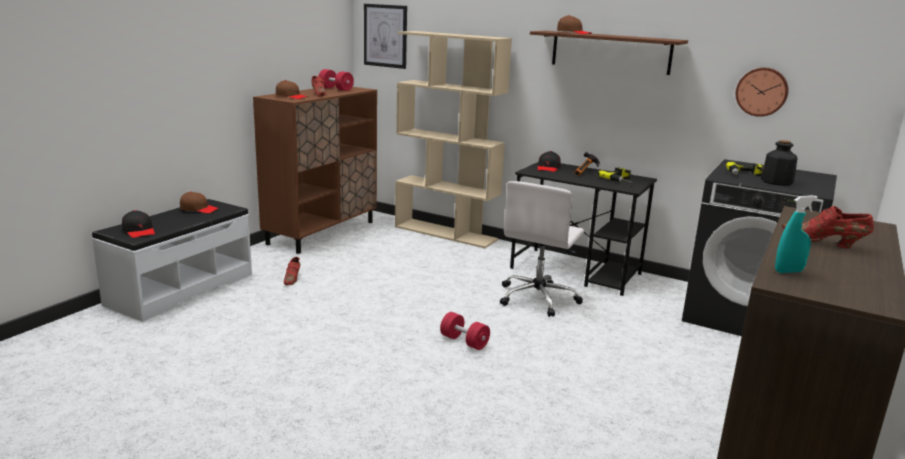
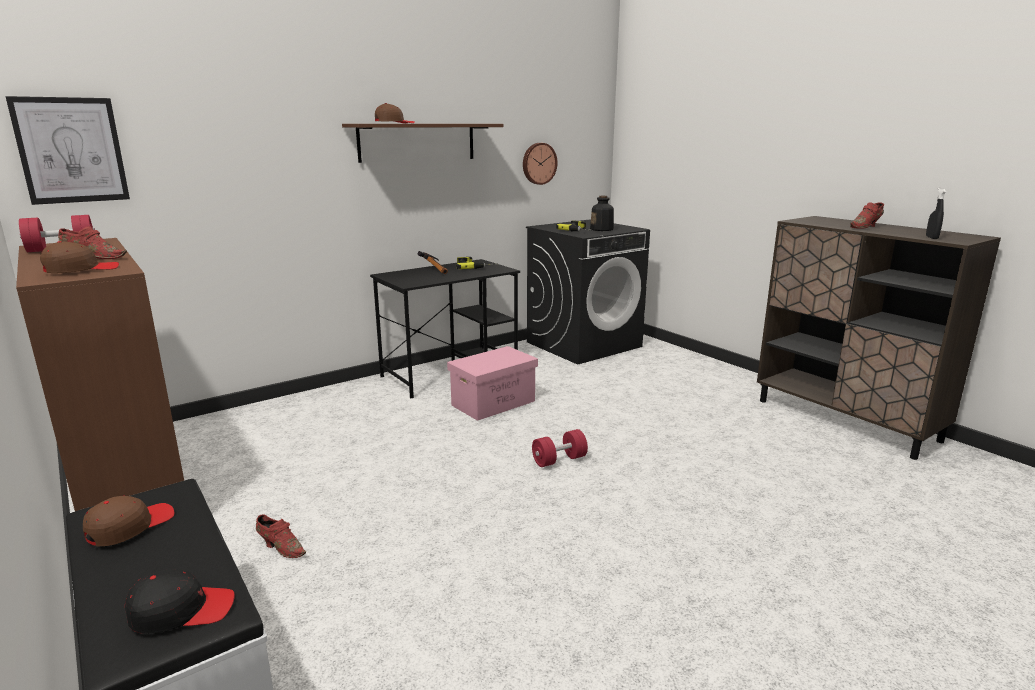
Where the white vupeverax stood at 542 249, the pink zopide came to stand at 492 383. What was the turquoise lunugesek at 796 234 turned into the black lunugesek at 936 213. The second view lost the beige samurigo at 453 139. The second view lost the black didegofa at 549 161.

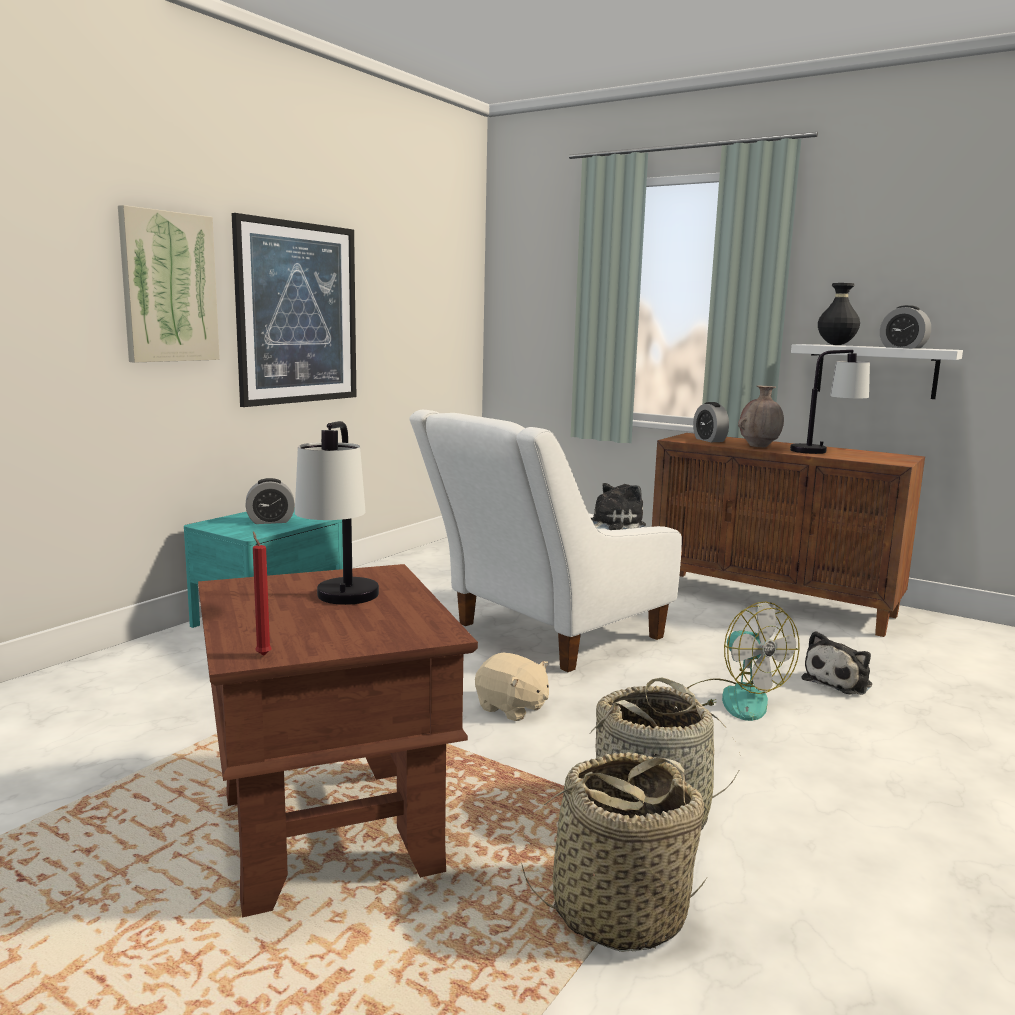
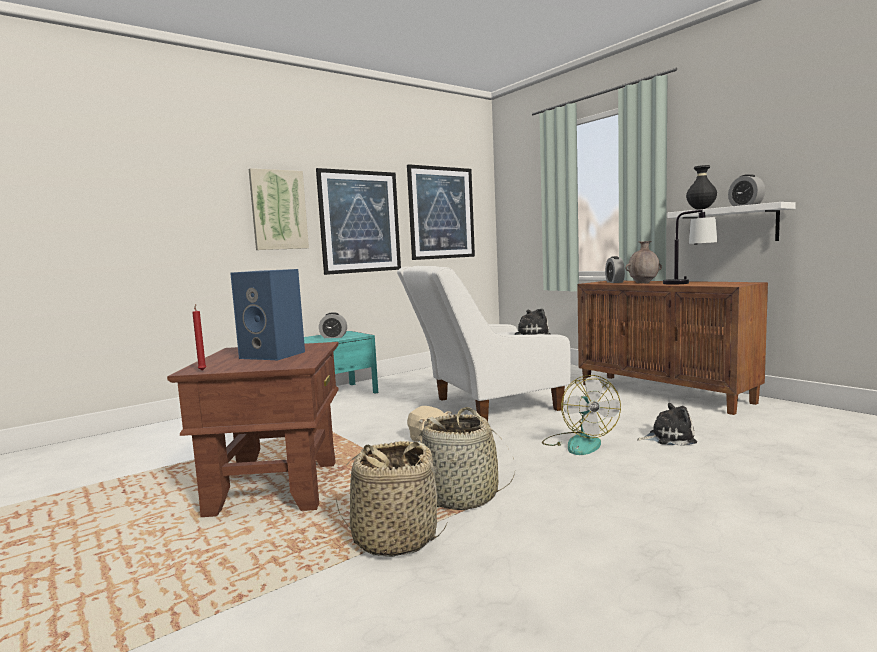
Where the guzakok stood at 337 513, the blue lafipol came to stand at 267 314. The second view gained the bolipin at 441 212. The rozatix at 837 663 ended up facing another way, 150 degrees counterclockwise from before.

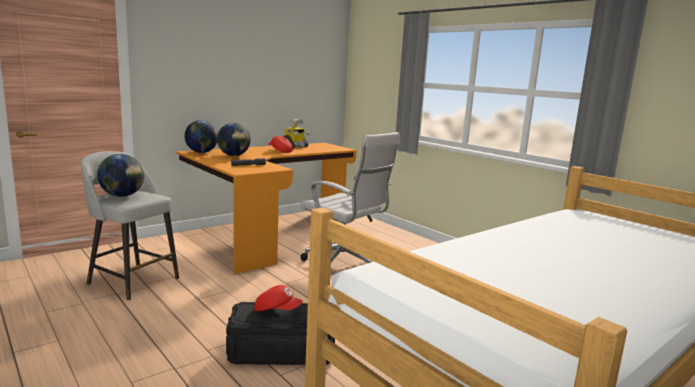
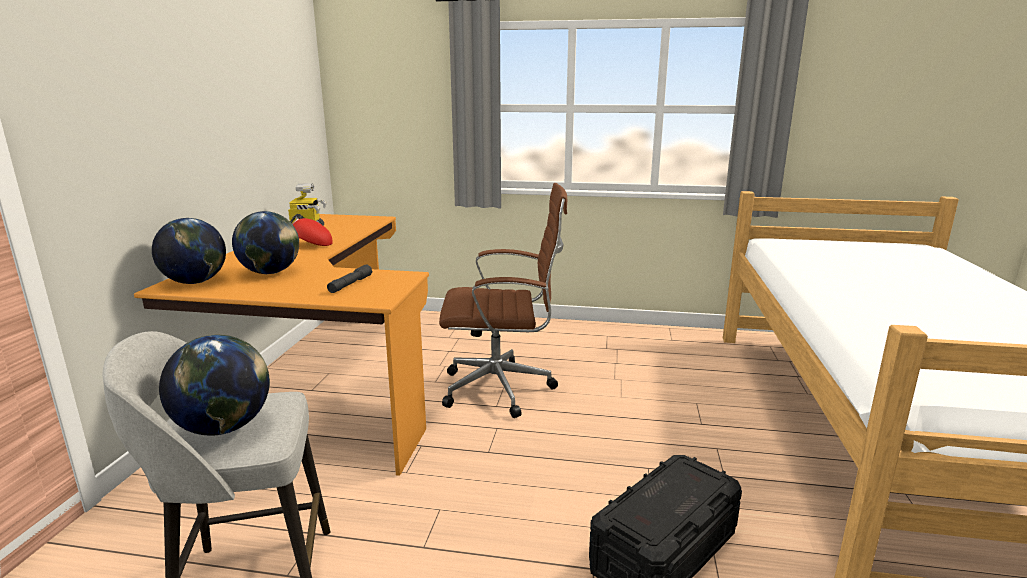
What was the white vupeverax at 350 197 turned into the brown vupeverax at 503 300. The second view lost the red didegofa at 278 298.

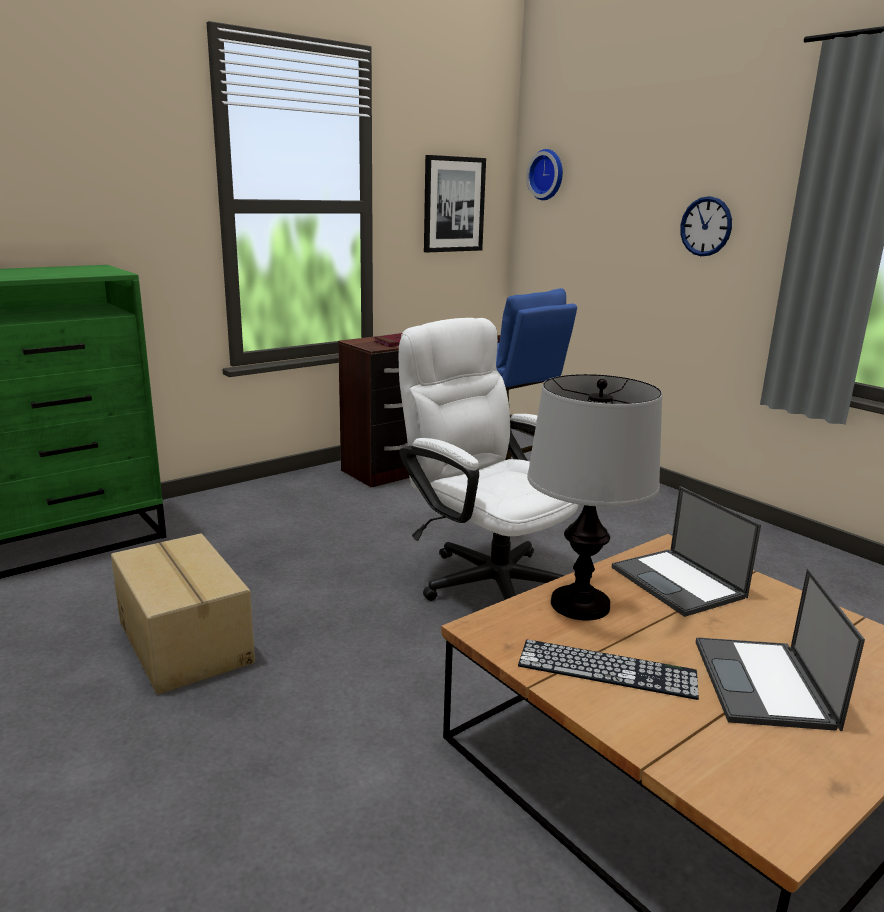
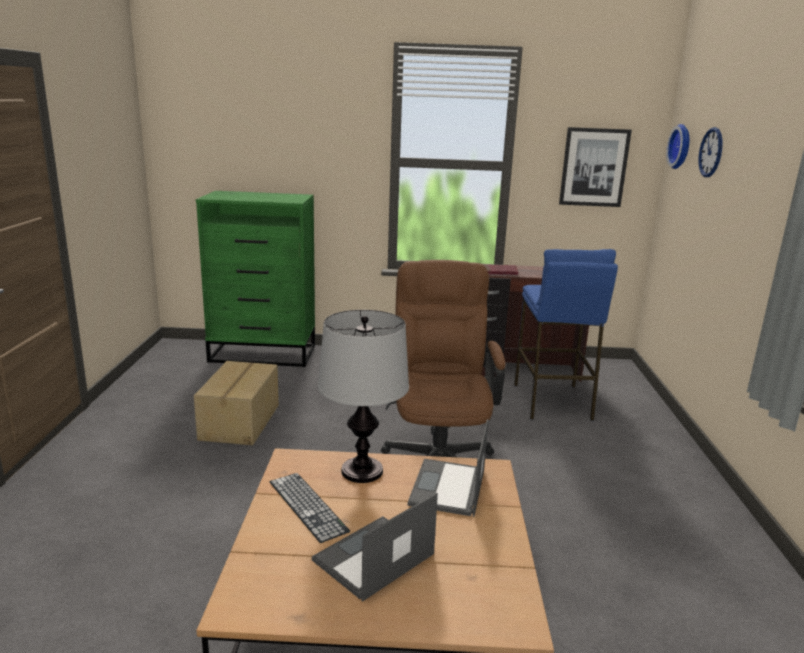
What was the white vupeverax at 489 459 turned into the brown vupeverax at 443 358. The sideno ended up elsewhere, having gone from 706 226 to 710 152.

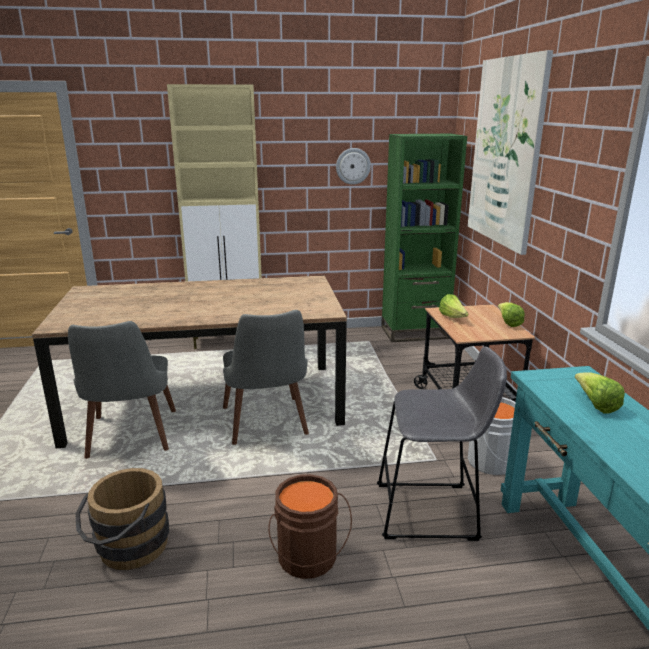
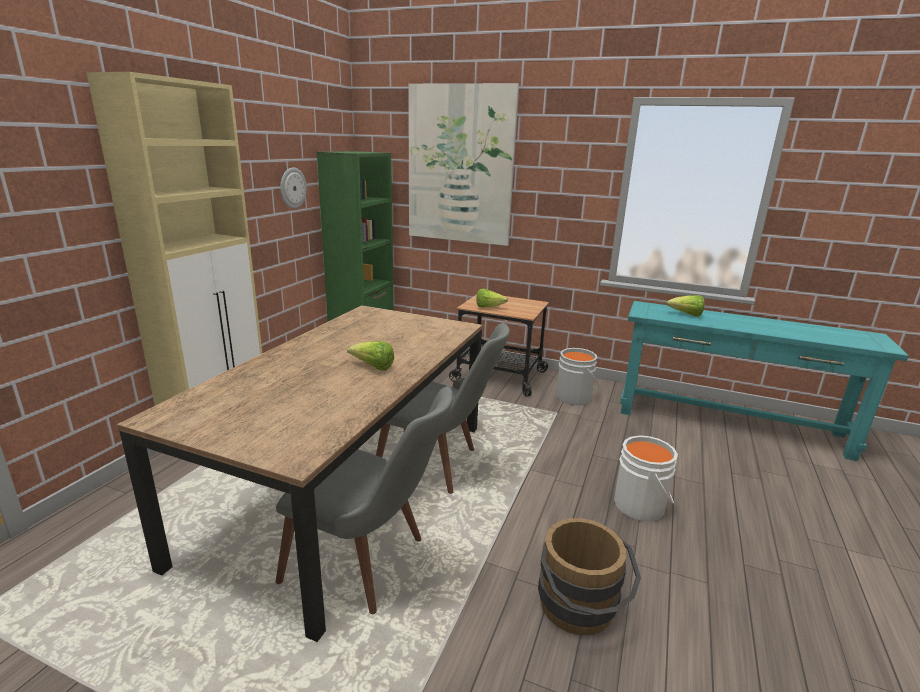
The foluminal ended up elsewhere, having gone from 511 314 to 370 356. What was the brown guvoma at 310 526 turned into the white guvoma at 646 478. The second view lost the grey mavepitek at 442 443.

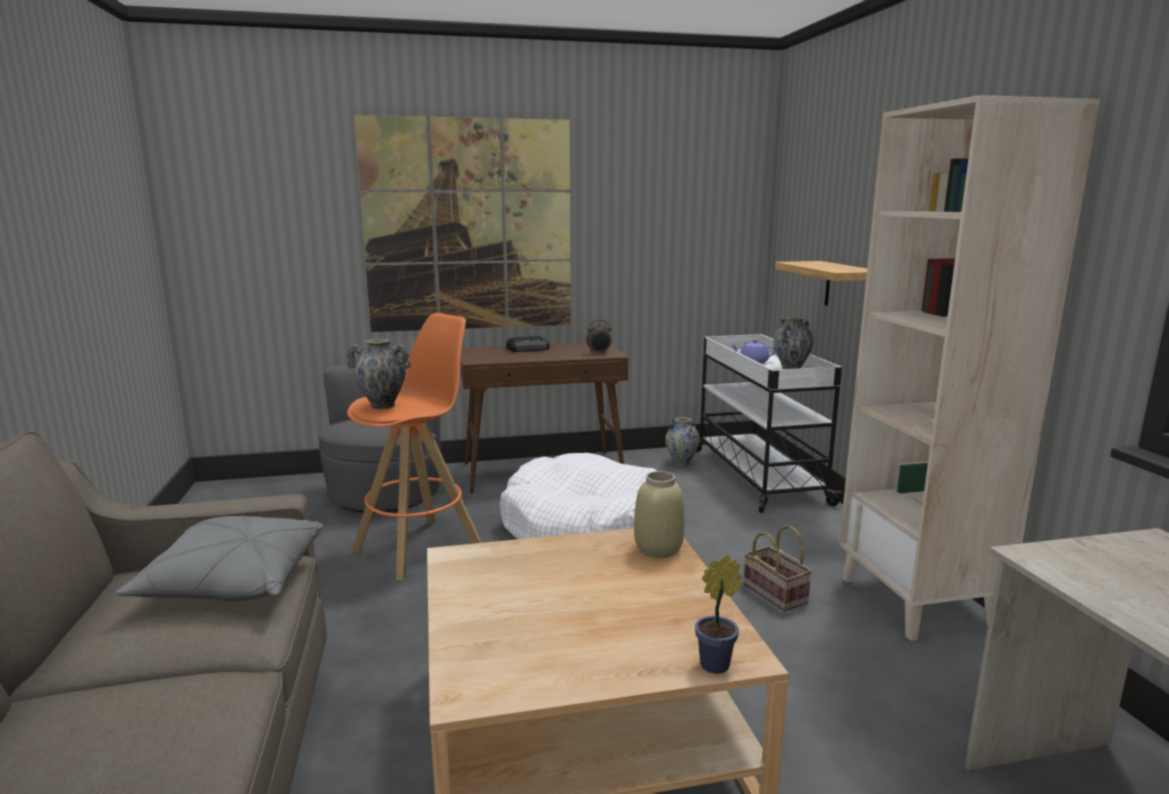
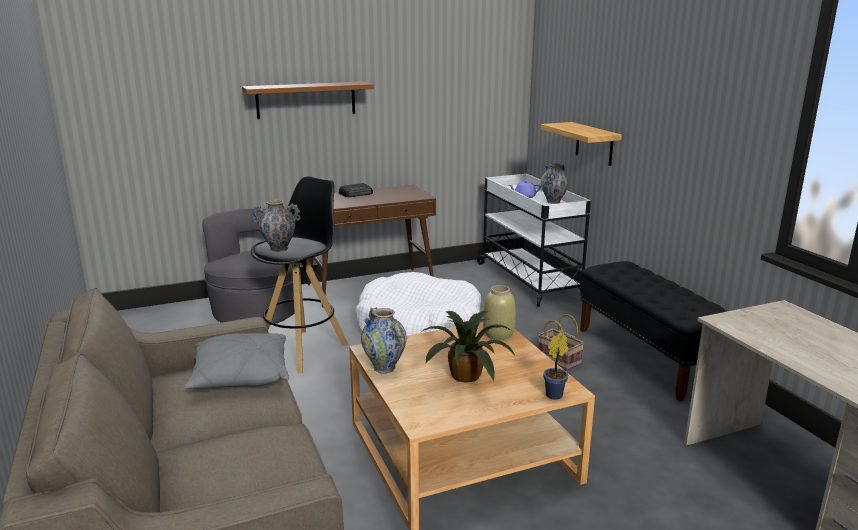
Where the bolipin hung at 462 223, the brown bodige came to hang at 308 100. What was the orange mavepitek at 414 446 turned into the black mavepitek at 299 274. The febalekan ended up elsewhere, having gone from 682 442 to 383 340. The second view gained the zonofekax at 468 346. Where the beige samurigo stood at 969 368, the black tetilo came to stand at 653 331. The second view lost the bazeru at 598 337.

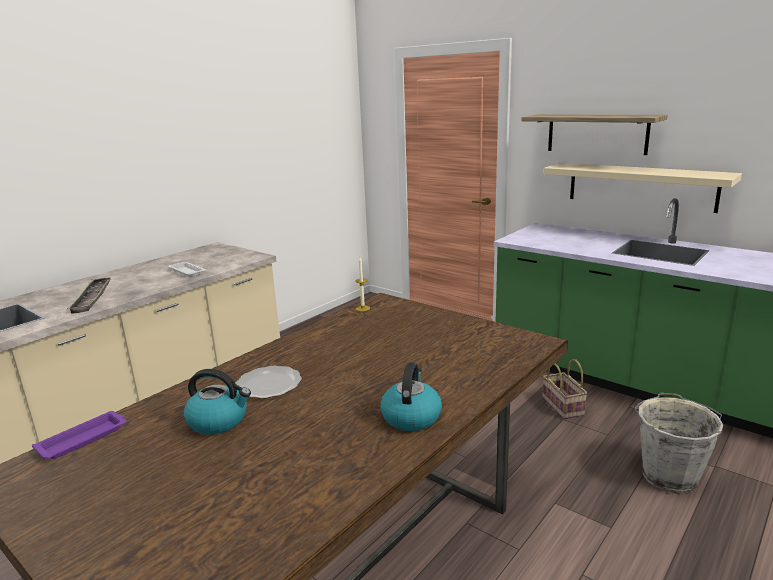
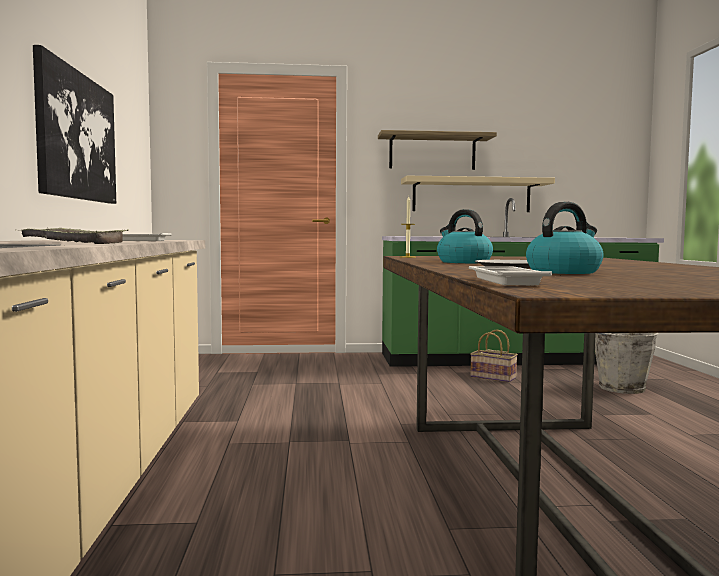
The second view gained the bolipin at 74 124. The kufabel ended up elsewhere, having gone from 411 396 to 465 236. What was the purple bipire at 79 435 turned into the white bipire at 510 275.

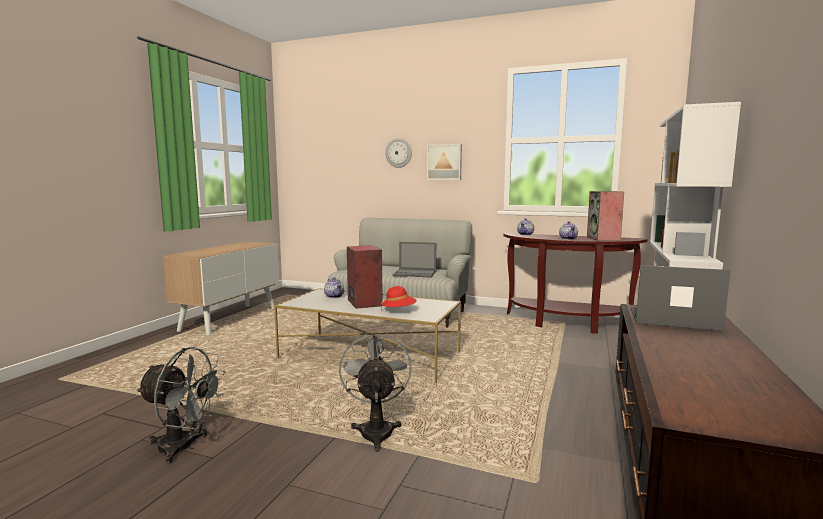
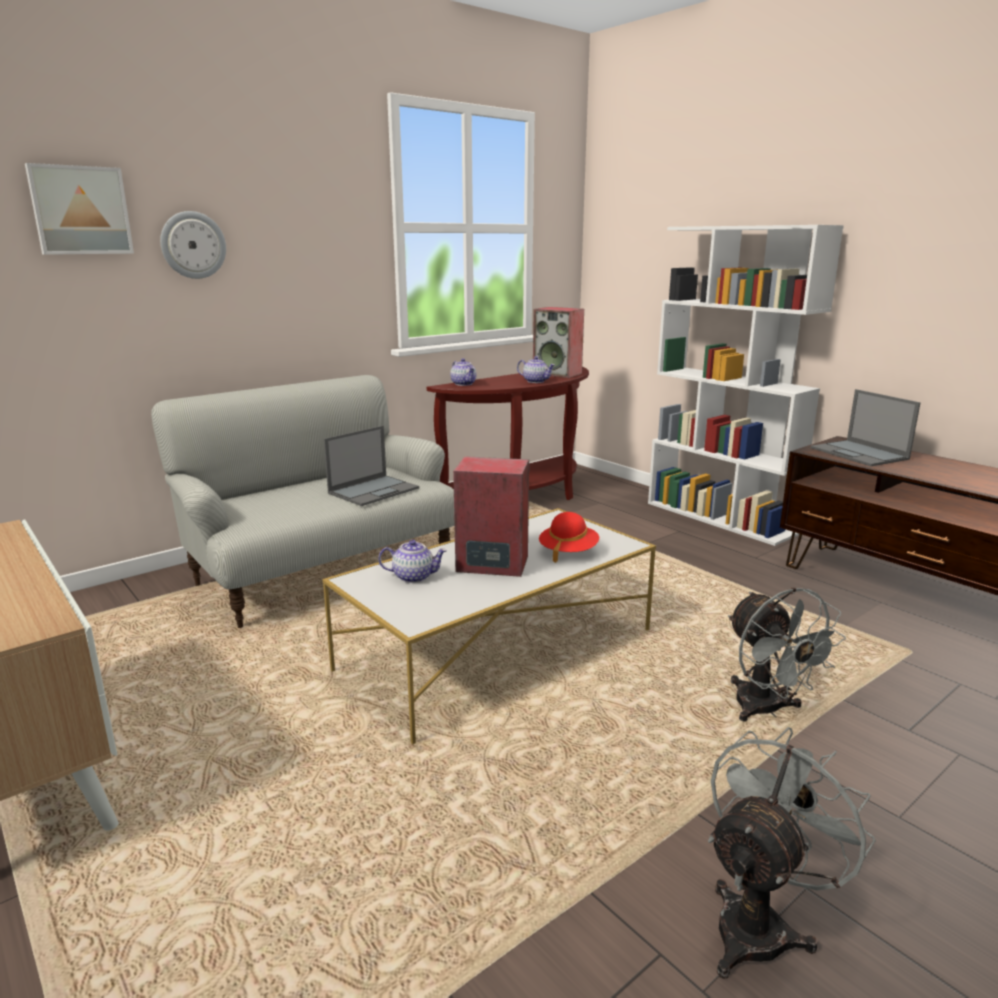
The bolipin ended up elsewhere, having gone from 444 162 to 79 209. The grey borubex at 375 392 ended up facing another way, 135 degrees counterclockwise from before. The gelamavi at 680 298 ended up facing another way, 75 degrees counterclockwise from before.

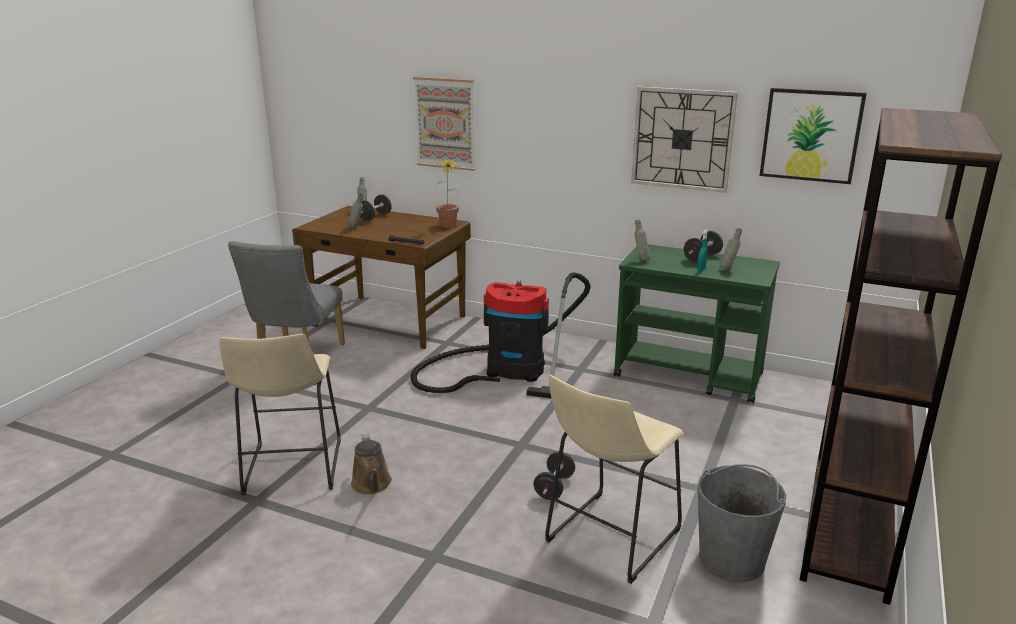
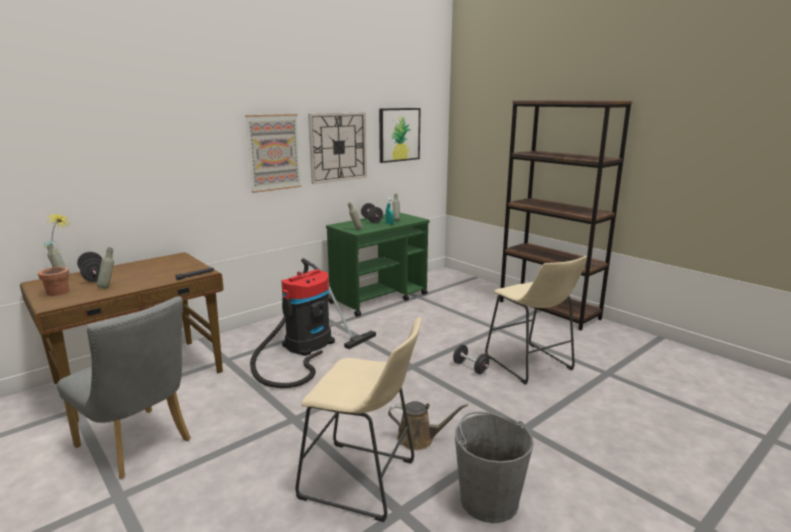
The zonofekax ended up elsewhere, having gone from 448 193 to 55 254. The bolipin ended up elsewhere, having gone from 444 124 to 273 153. The grey guvoma ended up elsewhere, having gone from 742 523 to 494 467.

